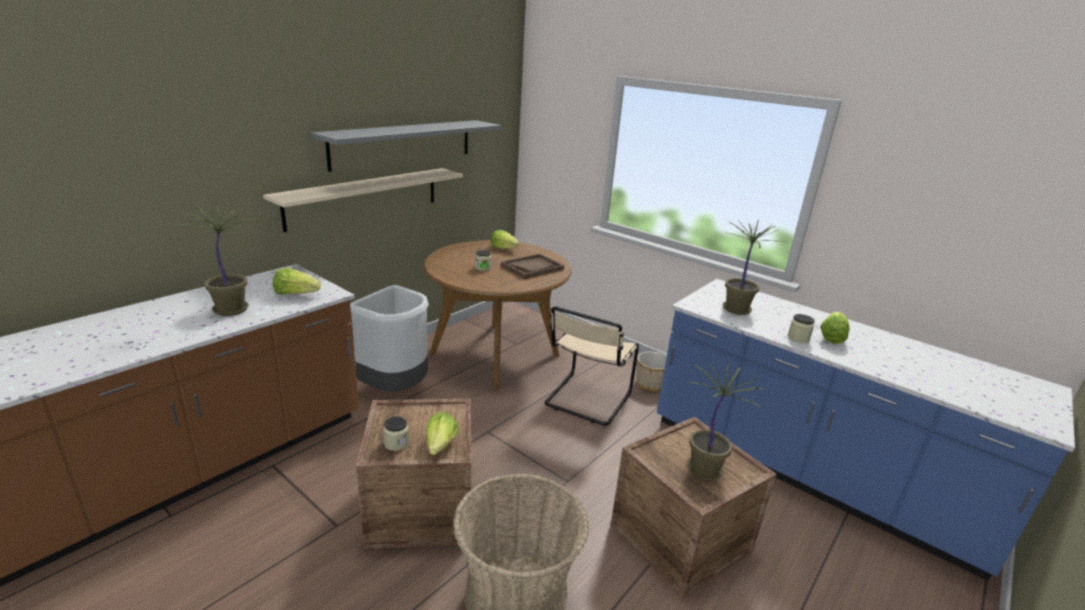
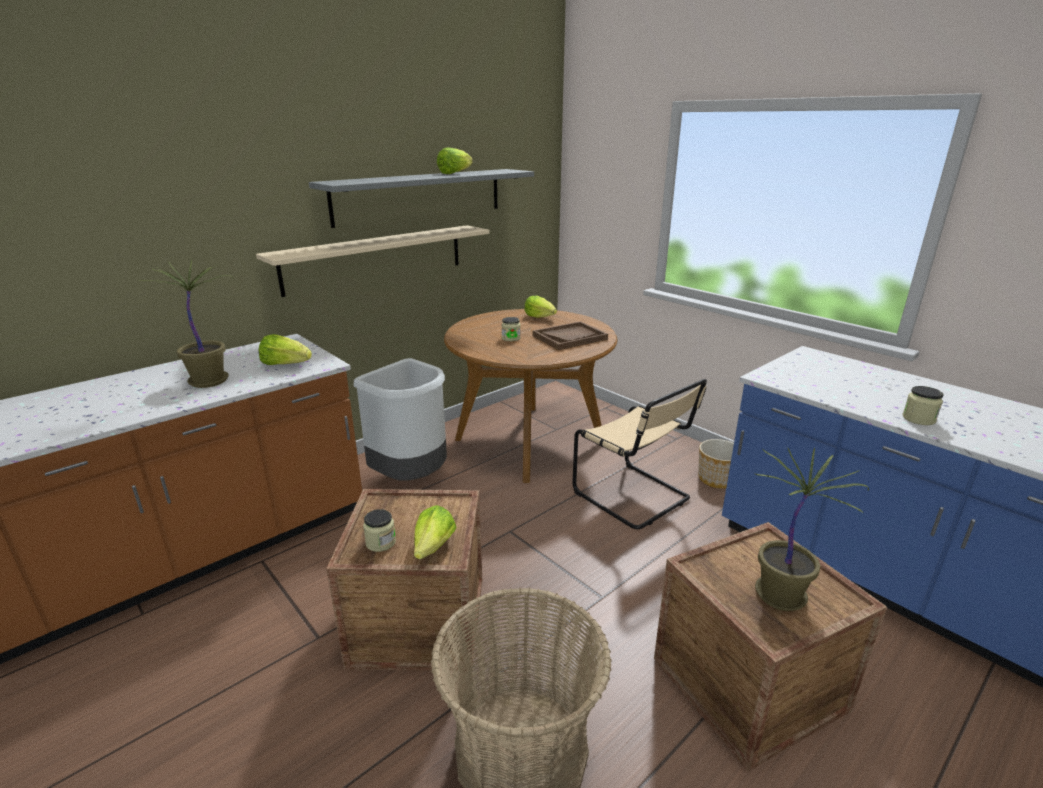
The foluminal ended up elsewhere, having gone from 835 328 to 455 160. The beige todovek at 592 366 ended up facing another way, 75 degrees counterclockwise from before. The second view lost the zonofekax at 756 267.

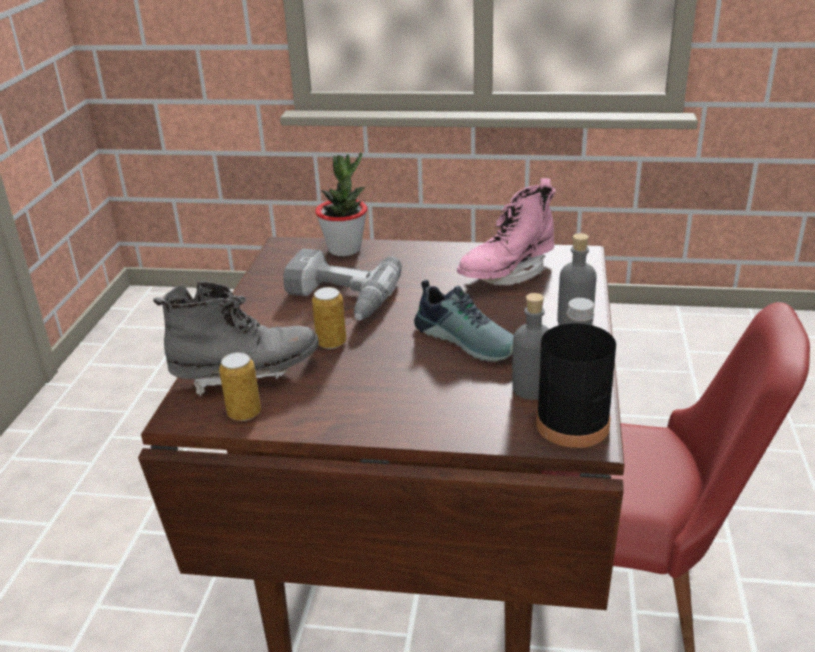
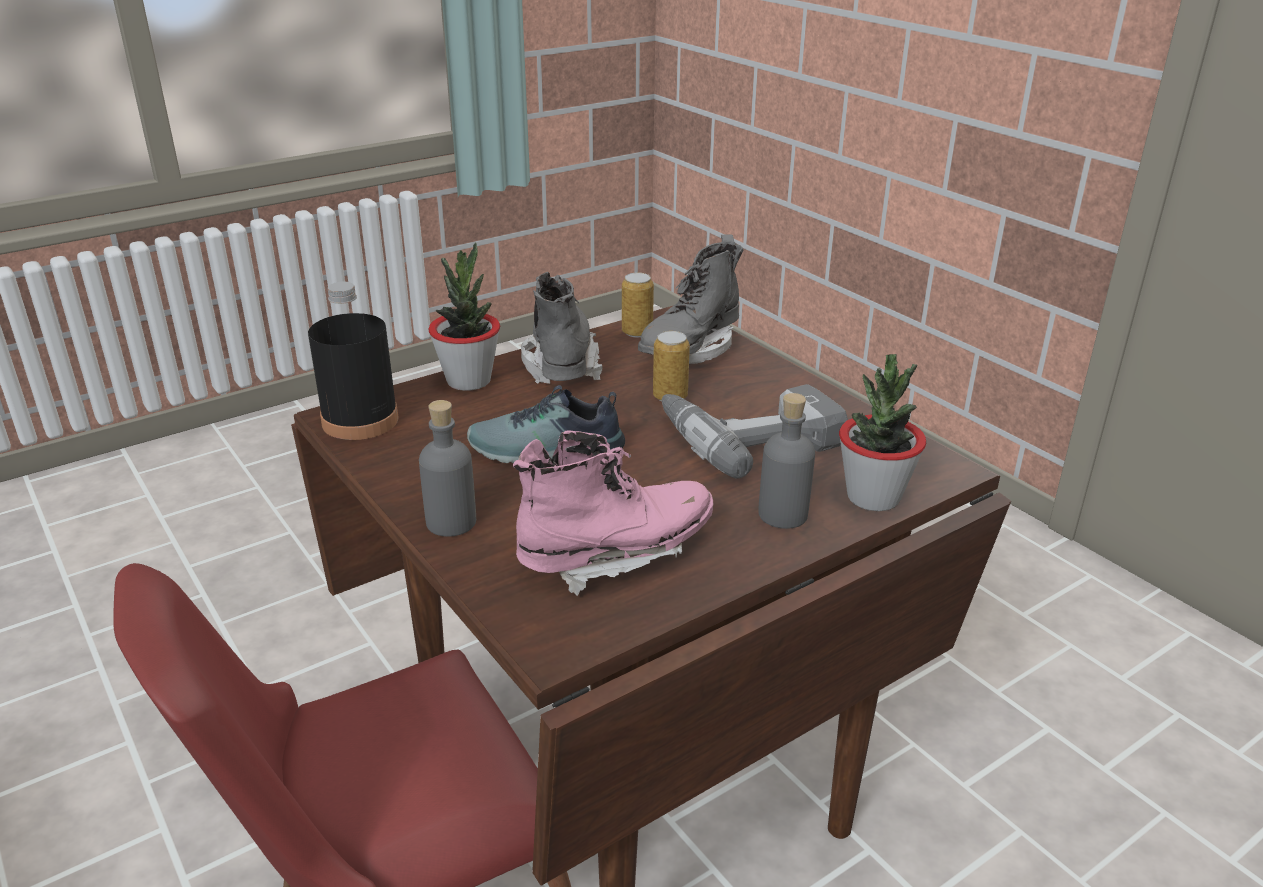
The second view gained the zonofekax at 464 317. The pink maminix at 506 232 ended up facing another way, 60 degrees clockwise from before. The second view gained the grey maminix at 562 328. The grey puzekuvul ended up elsewhere, having gone from 530 346 to 786 461.

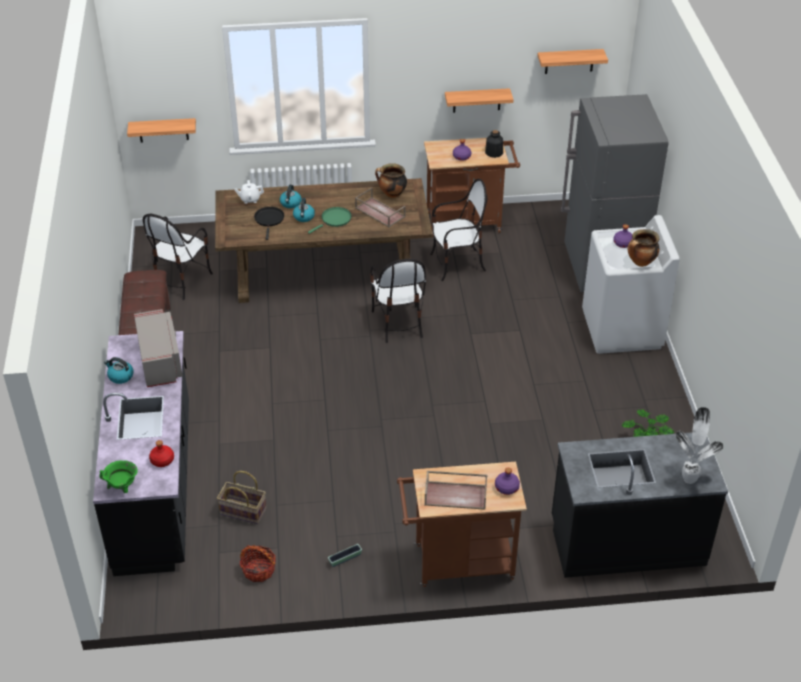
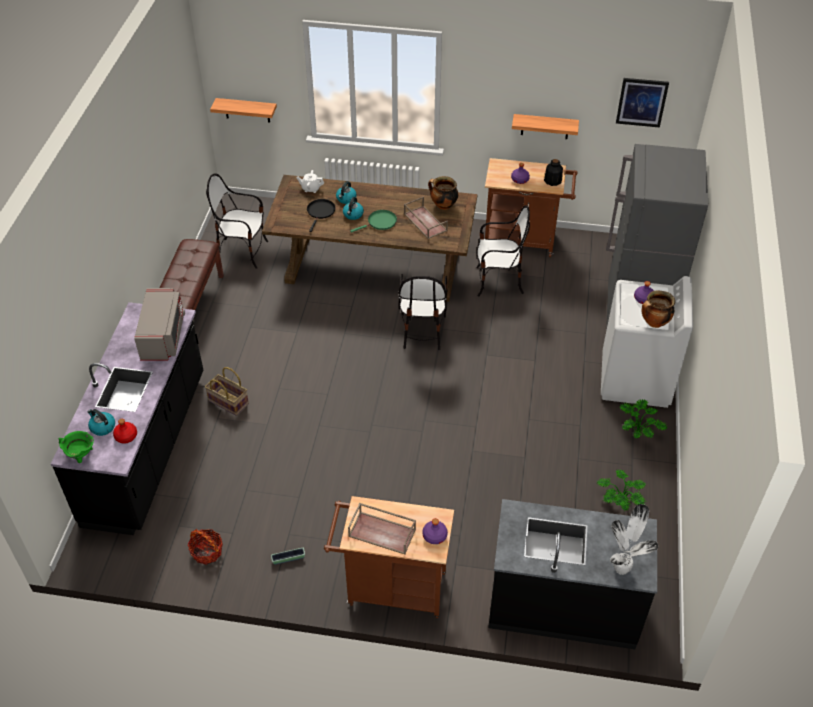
The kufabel ended up elsewhere, having gone from 119 370 to 101 422. The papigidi ended up elsewhere, having gone from 242 497 to 227 391. The todovek at 178 257 ended up facing another way, 60 degrees clockwise from before. Where the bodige hung at 572 61, the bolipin came to hang at 642 103. The second view gained the zonofekax at 643 419.

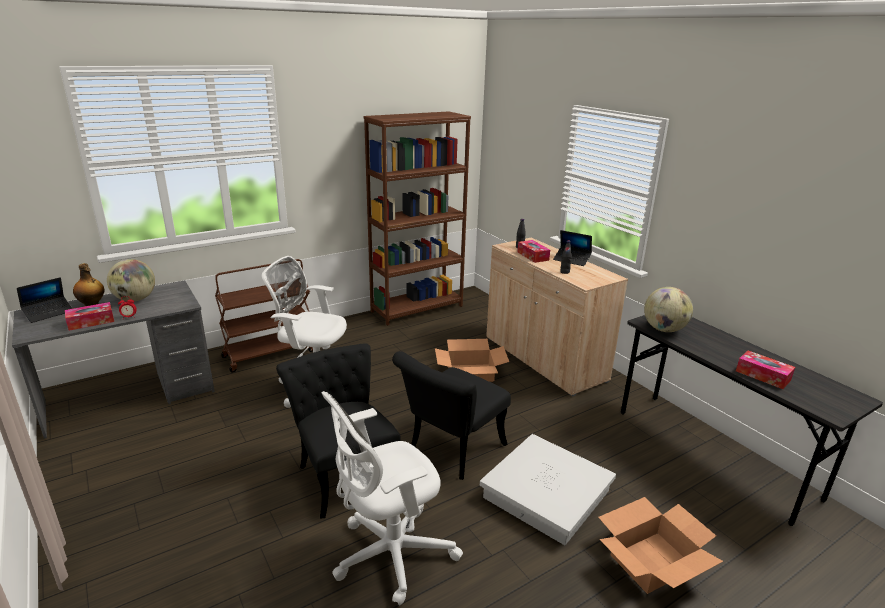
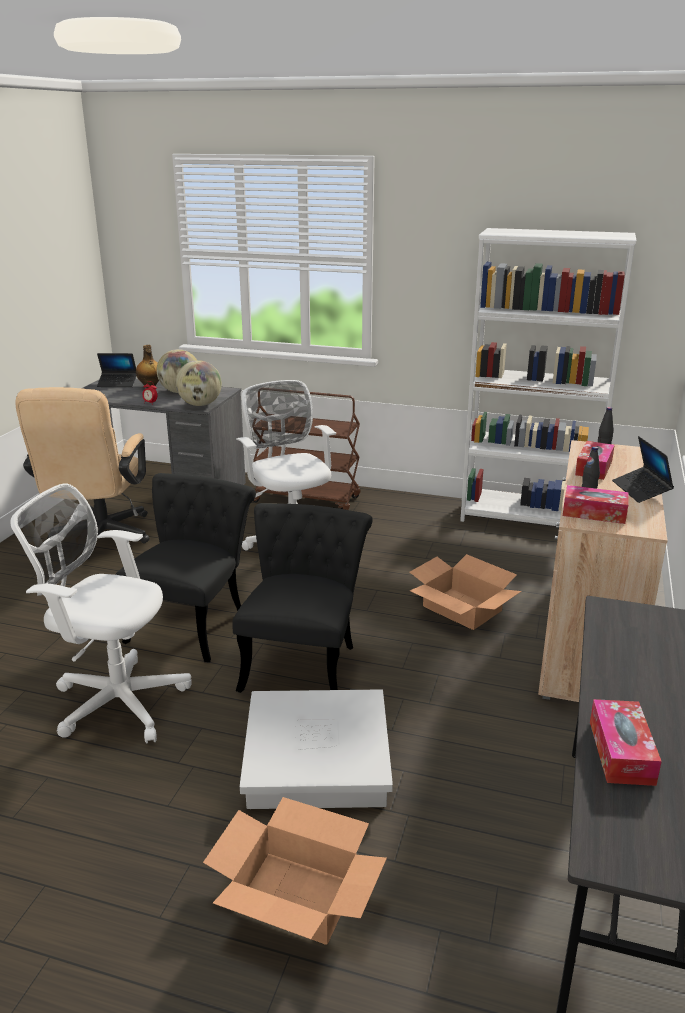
The second view gained the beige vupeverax at 82 473. The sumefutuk ended up elsewhere, having gone from 668 309 to 199 383. The black todovek at 451 415 ended up facing another way, 105 degrees clockwise from before. What was the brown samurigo at 417 218 turned into the white samurigo at 548 377. The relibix ended up elsewhere, having gone from 89 316 to 596 504.

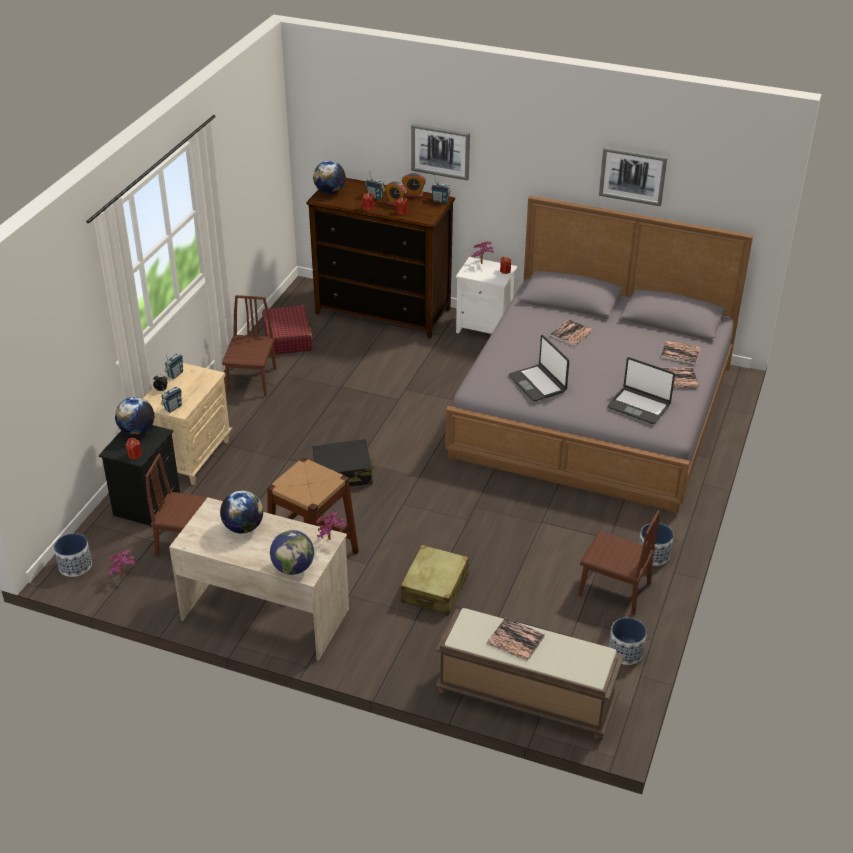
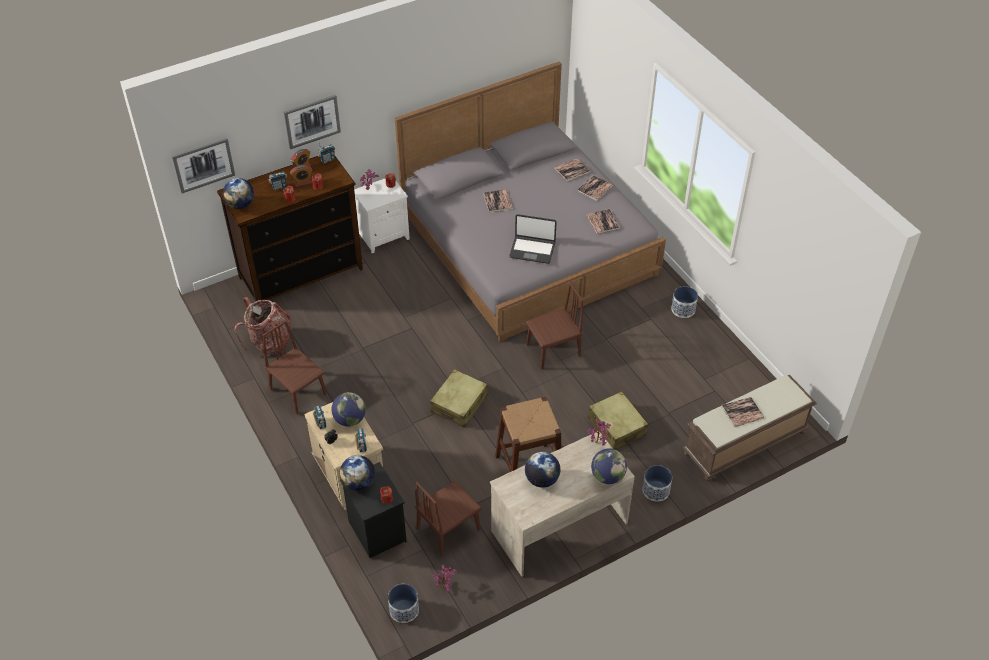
The bolipin ended up elsewhere, having gone from 633 176 to 203 165. Where the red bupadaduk stood at 287 330, the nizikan came to stand at 263 326. The second view gained the sumefutuk at 349 409. What was the black bupadaduk at 343 463 turned into the beige bupadaduk at 459 398. The brown todovek ended up elsewhere, having gone from 619 562 to 554 325. Where the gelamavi stood at 641 390, the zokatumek came to stand at 603 221. The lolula ended up elsewhere, having gone from 628 641 to 657 483.

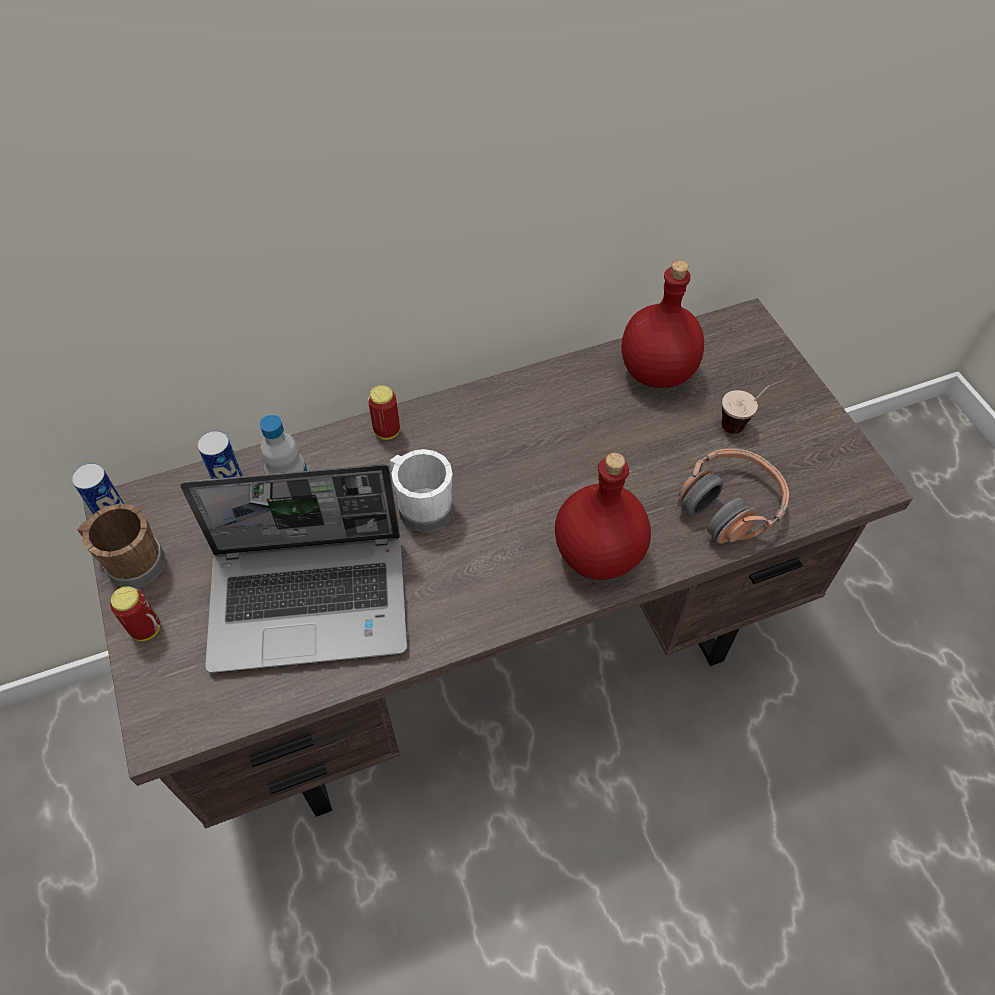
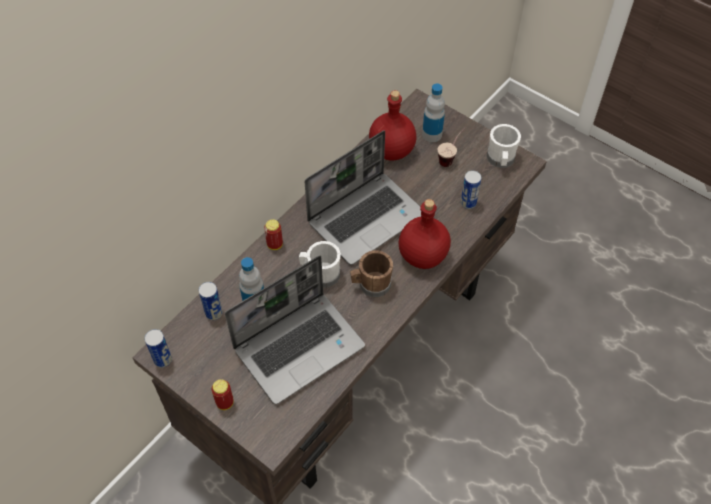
The second view gained the gelamavi at 363 197. The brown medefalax ended up elsewhere, having gone from 121 546 to 371 273. The second view gained the puzekuvul at 433 113. Where the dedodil stood at 733 496, the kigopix came to stand at 471 190. The second view gained the white medefalax at 504 146.

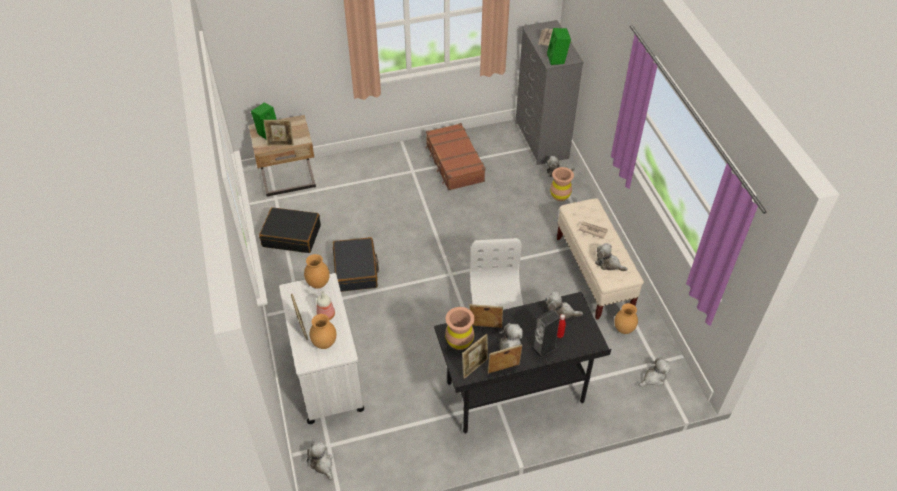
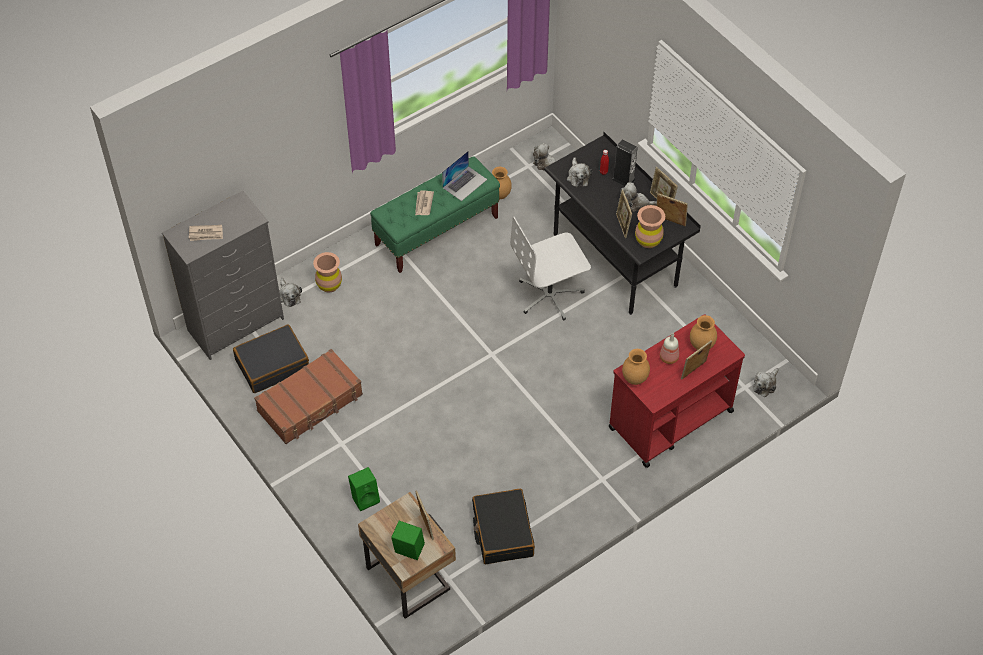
The black bupadaduk ended up elsewhere, having gone from 356 264 to 271 358. The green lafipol ended up elsewhere, having gone from 559 46 to 364 489. What was the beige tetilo at 600 259 turned into the green tetilo at 435 214. Where the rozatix stood at 611 257, the gelamavi came to stand at 464 176. What was the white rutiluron at 321 348 turned into the red rutiluron at 676 391.

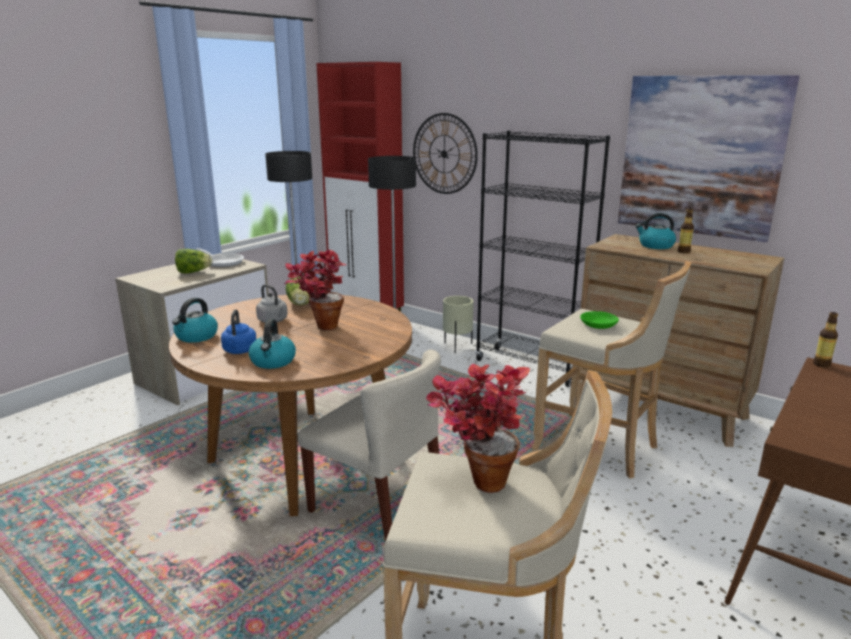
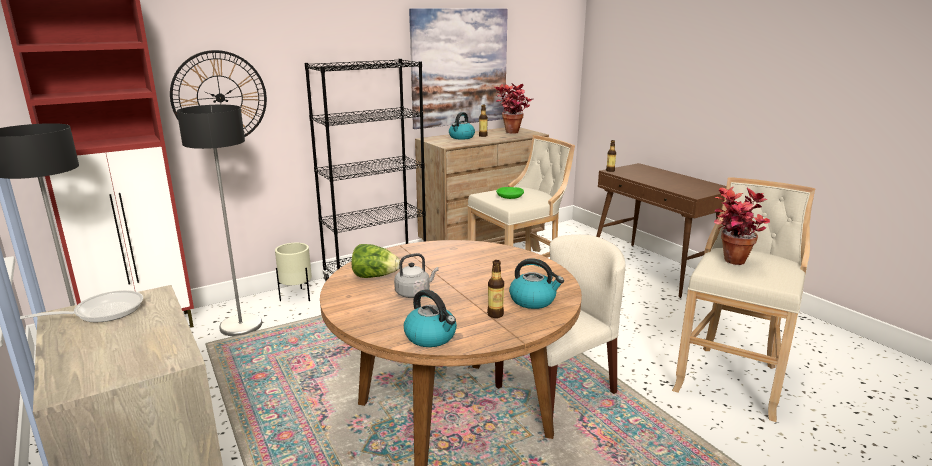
Where the blue kufabel stood at 238 331, the puzekuvul came to stand at 495 289. The zonofekax ended up elsewhere, having gone from 315 290 to 513 108. The second view lost the foluminal at 193 261.

